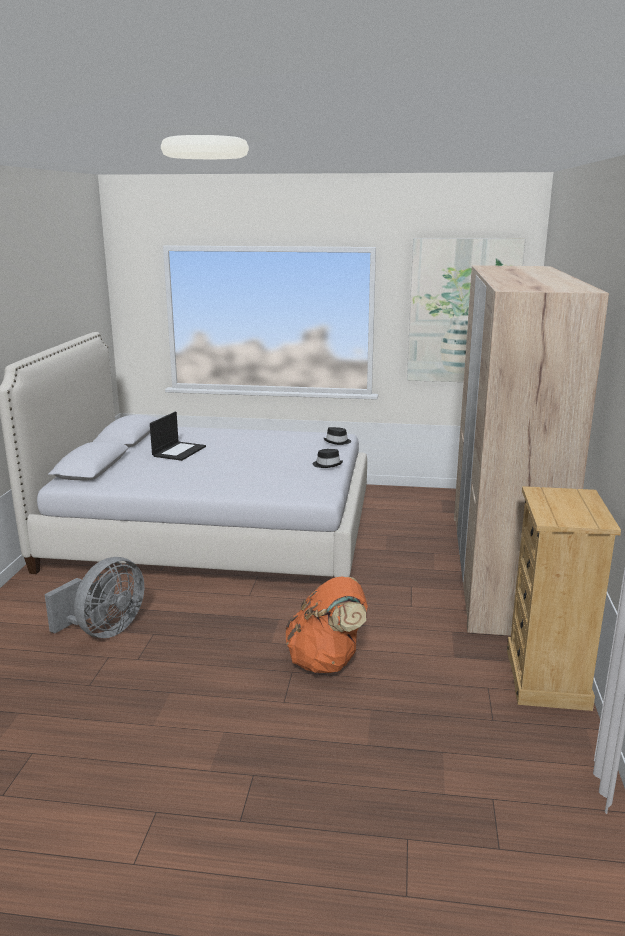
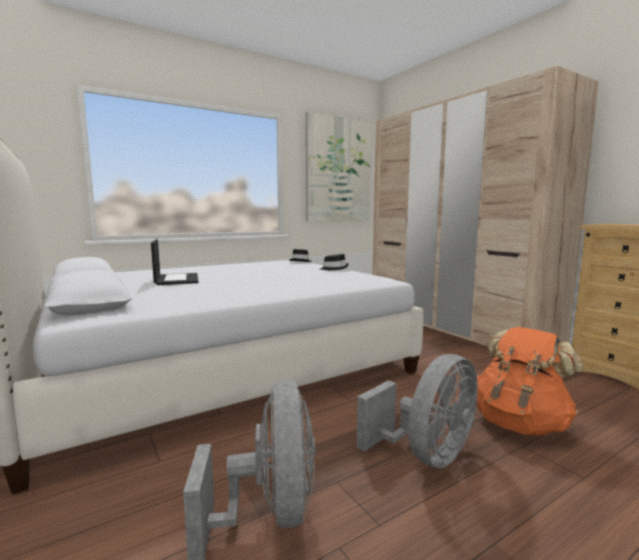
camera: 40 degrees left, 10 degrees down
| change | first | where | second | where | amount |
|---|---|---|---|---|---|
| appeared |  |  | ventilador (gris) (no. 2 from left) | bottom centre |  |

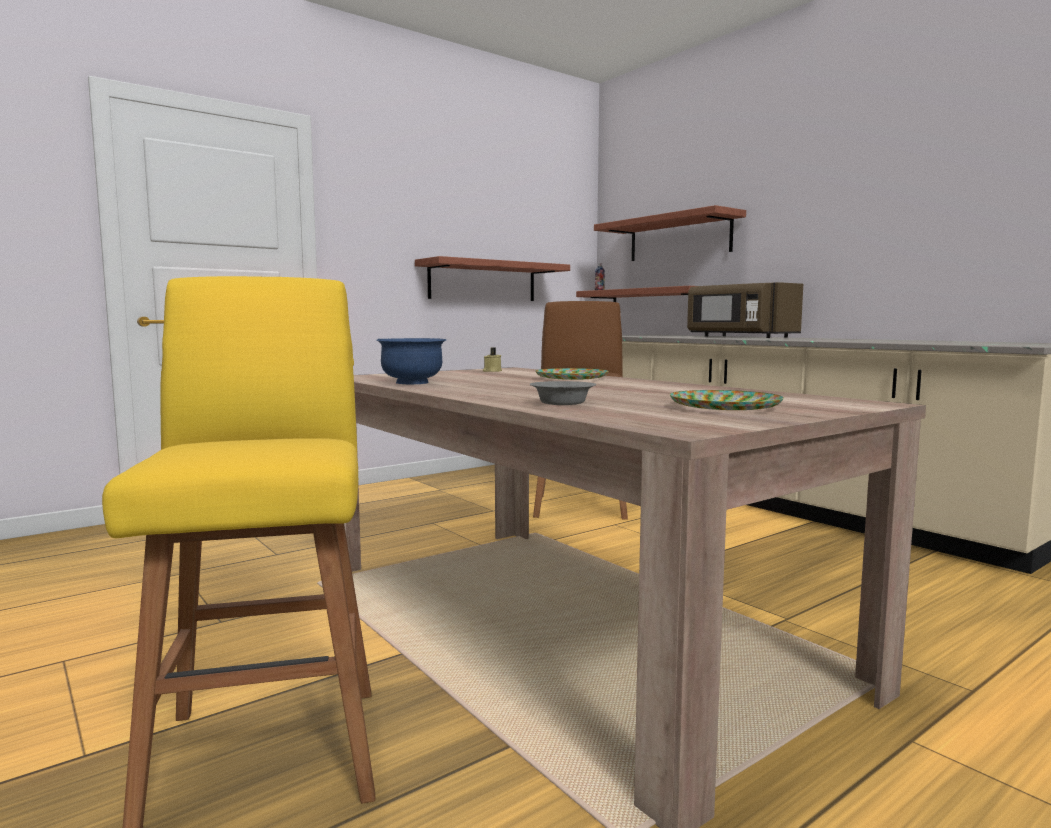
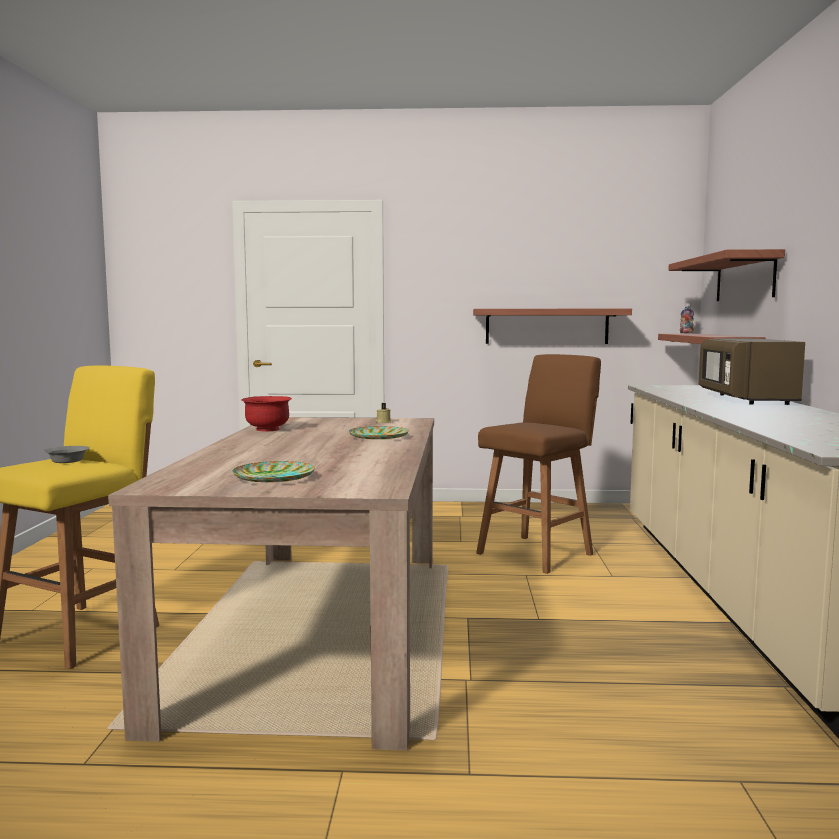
camera: 40 degrees right, 0 degrees up
| change | first | where | second | where | amount |
|---|---|---|---|---|---|
| relocated | cuenco (gris) | centre |  | middle left |  |
| colour | cuenco (azul) | centre | cuenco (rojo) | middle left |  |

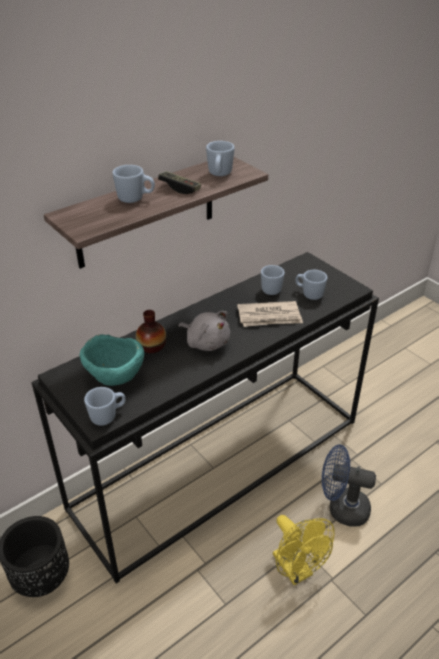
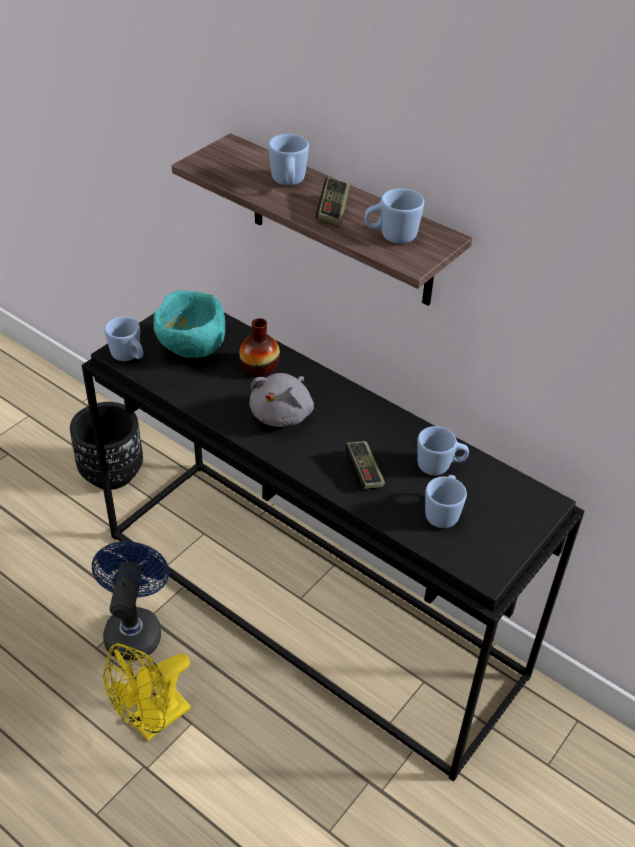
camera: 75 degrees right, 5 degrees up
| change | first | where | second | where | amount |
|---|---|---|---|---|---|
| relocated | ventilador (azul) | bottom right |  | bottom left |  |
| exchanged | periódico | centre | mando de consola (no. 2 from left) | centre |  |

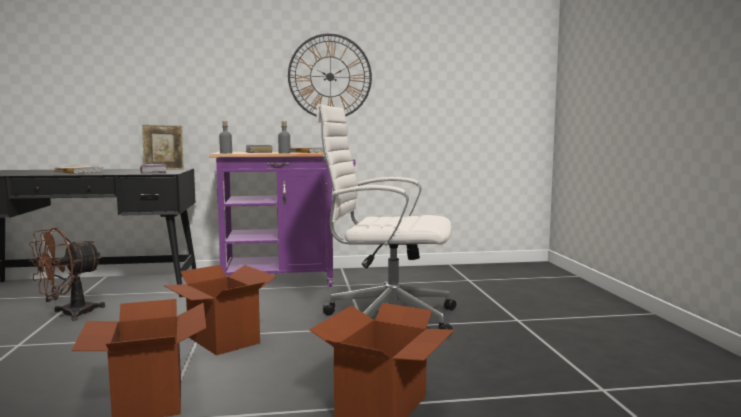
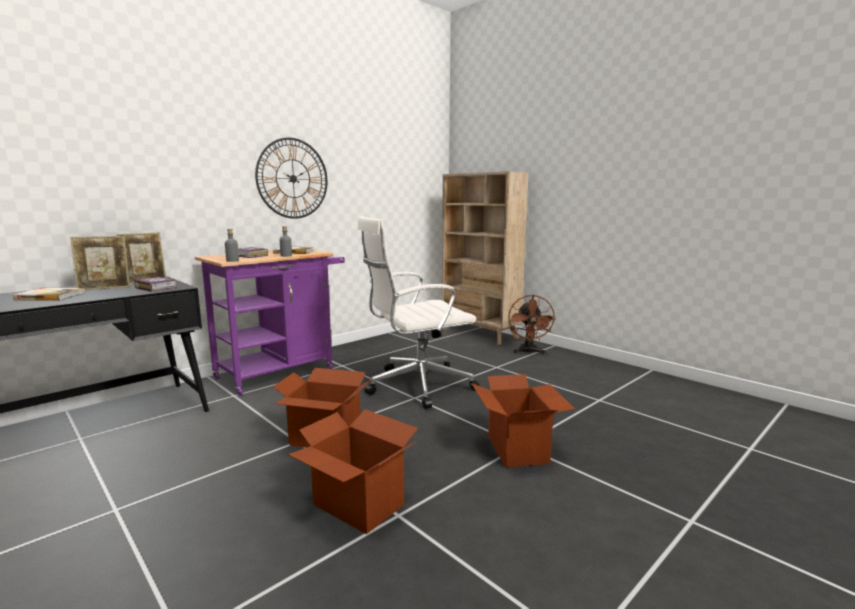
camera: 35 degrees left, 5 degrees up
| change | first | where | second | where | amount |
|---|---|---|---|---|---|
| appeared |  |  | portarretratos (no. 1 from left) | middle left |  |
| appeared |  |  | estantería (beis) | centre |  |
| relocated | ventilador (marrón) | middle left |  | centre |  |

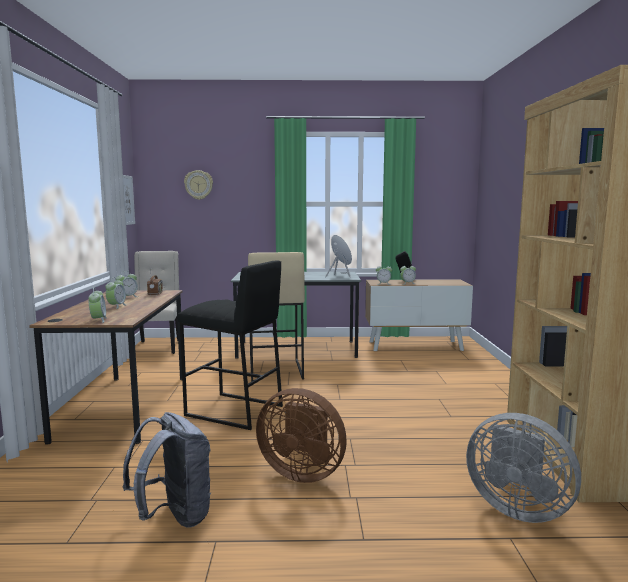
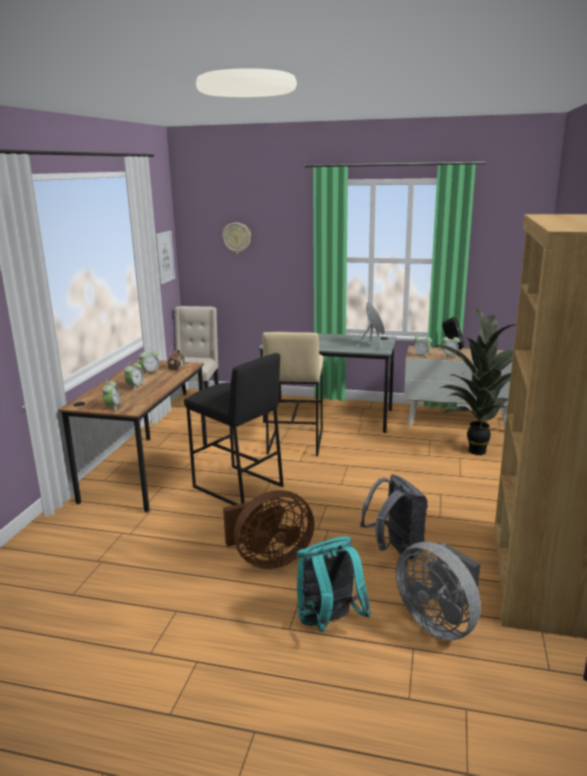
camera: 15 degrees right, 10 degrees up
| change | first | where | second | where | amount |
|---|---|---|---|---|---|
| spun | ventilador (marrón) | bottom centre |  | bottom centre | 60 degrees counterclockwise |
| appeared |  |  | mochila (turquesa) | bottom centre |  |
| relocated | mochila (gris) | bottom left |  | middle right |  |
| appeared |  |  | planta en maceta | middle right |  |

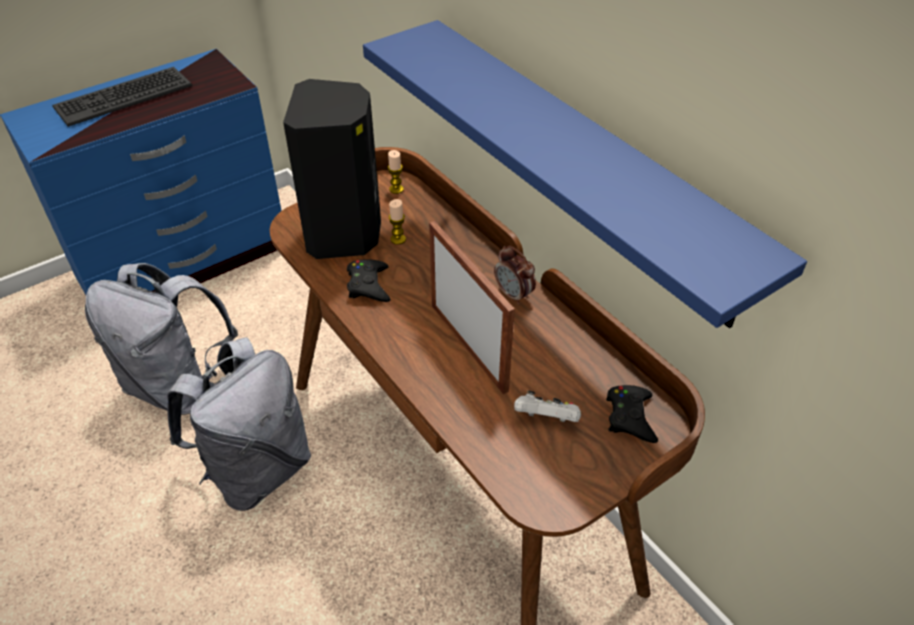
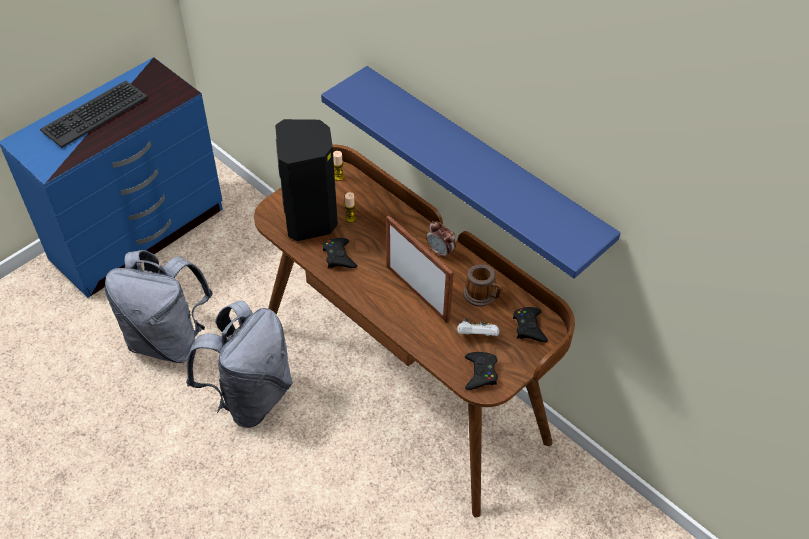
camera: 10 degrees left, 5 degrees up
| change | first | where | second | where | amount |
|---|---|---|---|---|---|
| appeared |  |  | taza grande | centre |  |
| appeared |  |  | mando de consola (negro) (no. 2 from left) | bottom centre |  |

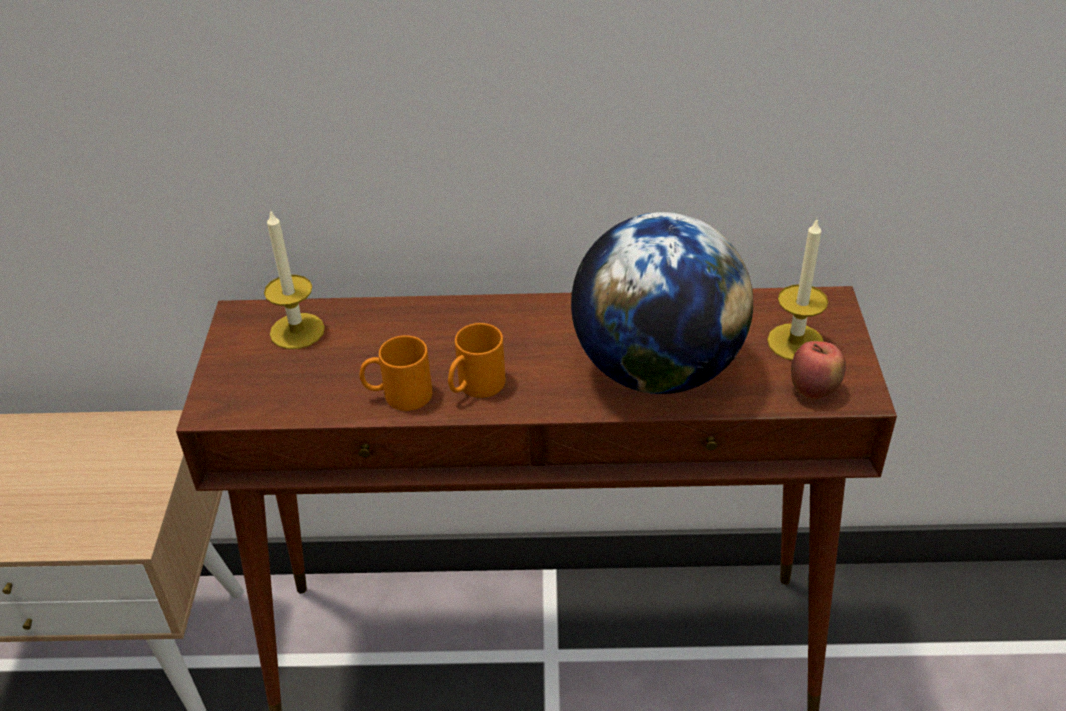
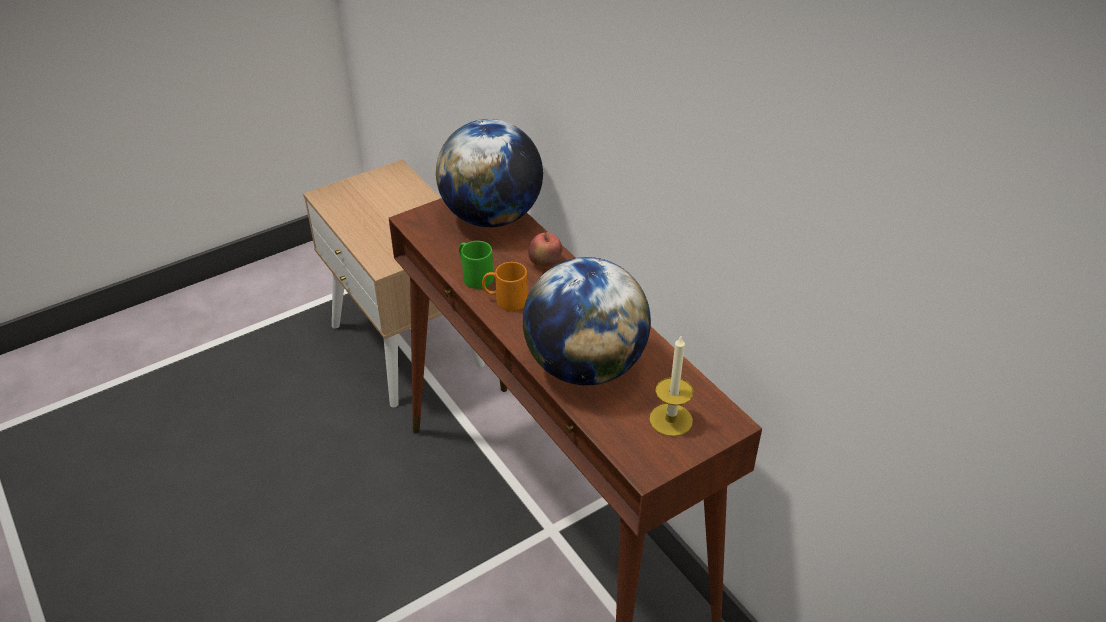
camera: 55 degrees right, 0 degrees up
| change | first | where | second | where | amount |
|---|---|---|---|---|---|
| exchanged | vela (no. 1 from left) | middle left | globo terráqueo (no. 1 from left) | top centre |  |
| colour | taza grande (naranja) (no. 1 from left) | centre | taza grande (verde) | centre |  |
| relocated | manzana | middle right |  | centre |  |

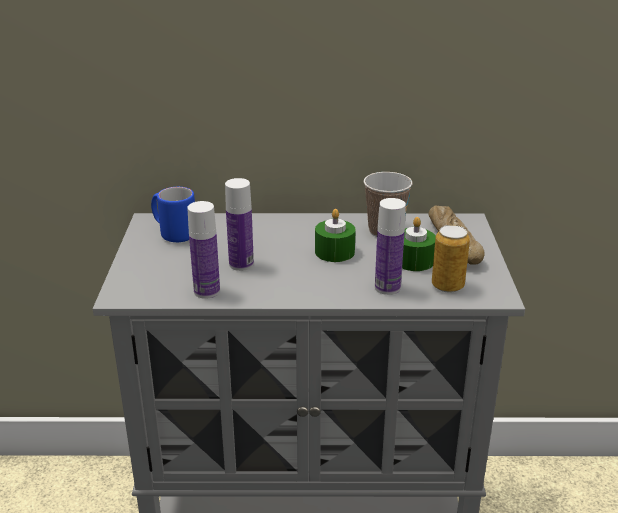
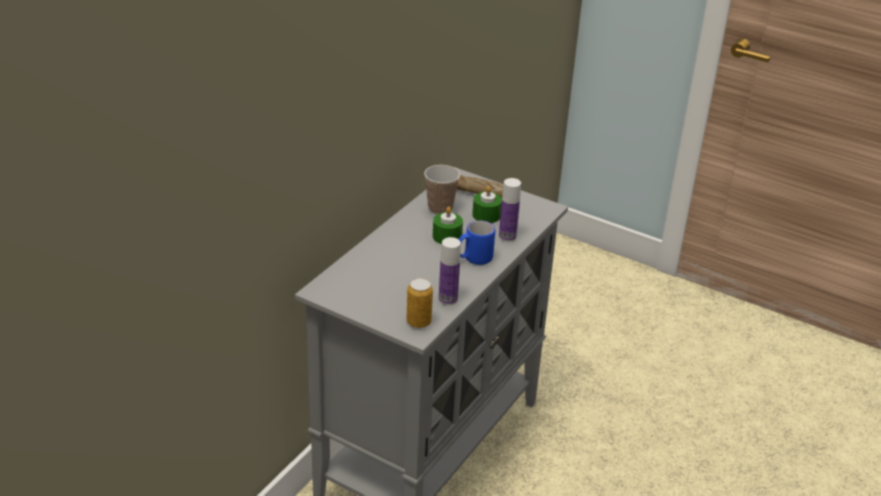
camera: 60 degrees left, 5 degrees up
| change | first | where | second | where | amount |
|---|---|---|---|---|---|
| relocated | lata | middle right |  | centre |  |
| relocated | taza grande (azul) | middle left |  | centre |  |
| missing | botella (no. 2 from left) | centre |  |  |  |

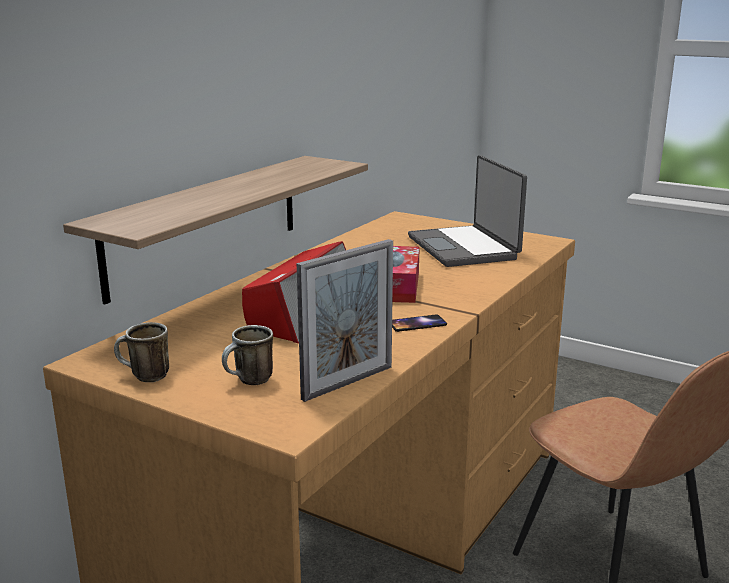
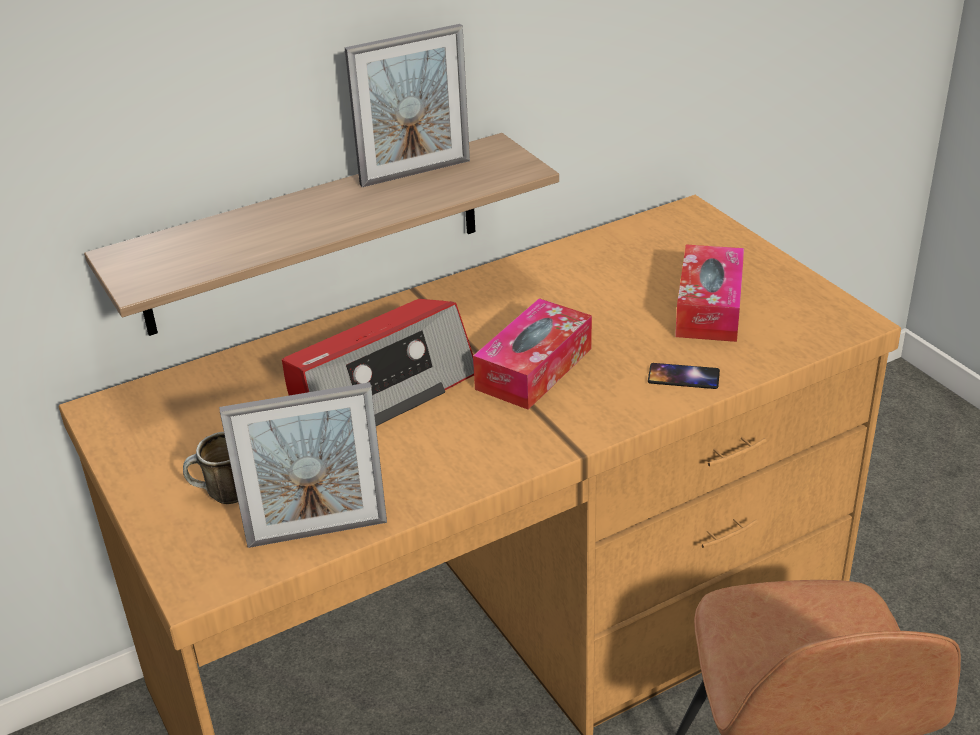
camera: 30 degrees right, 15 degrees up
| change | first | where | second | where | amount |
|---|---|---|---|---|---|
| appeared |  |  | portarretratos (no. 2 from left) | top centre |  |
| relocated | móvil | centre |  | middle right |  |
| exchanged | portátil | centre | caja de pañuelos (no. 2 from left) | middle right |  |
| missing | taza grande (no. 1 from left) | middle left |  |  |  |

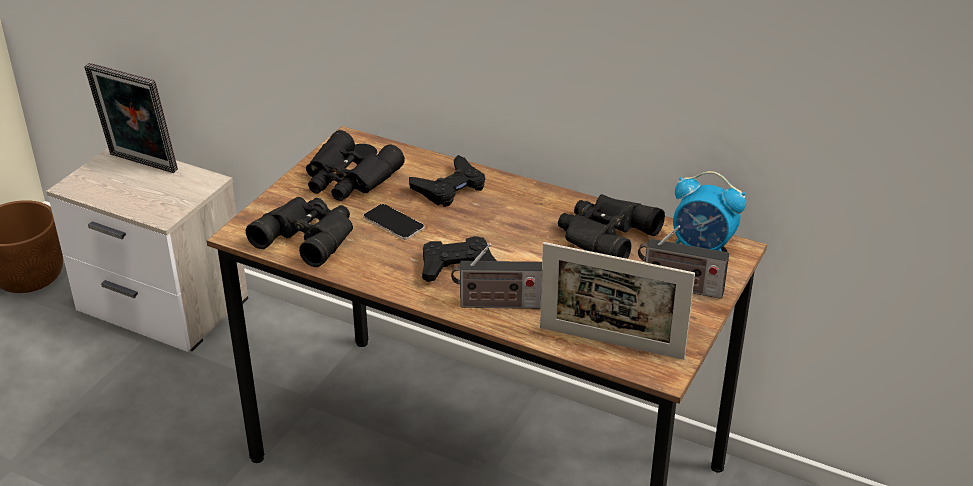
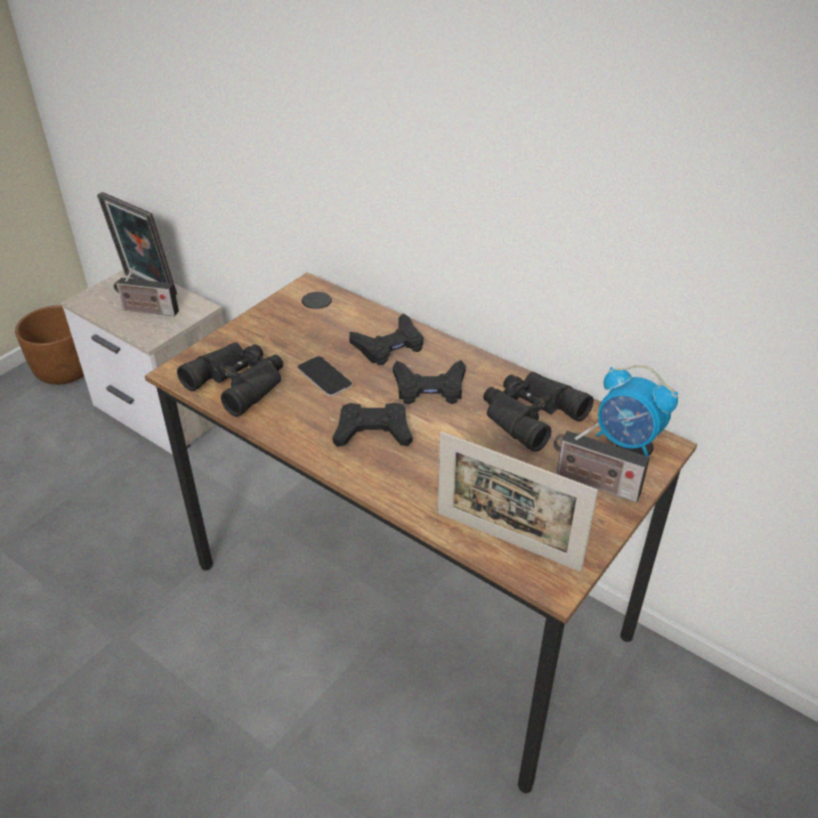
camera: 10 degrees right, 5 degrees up
| change | first | where | second | where | amount |
|---|---|---|---|---|---|
| relocated | radio (no. 1 from left) | centre |  | middle left |  |
| appeared |  |  | mando de consola (negro) (no. 3 from left) | centre |  |
| missing | prismáticos (negro) (no. 2 from left) | centre |  |  |  |

